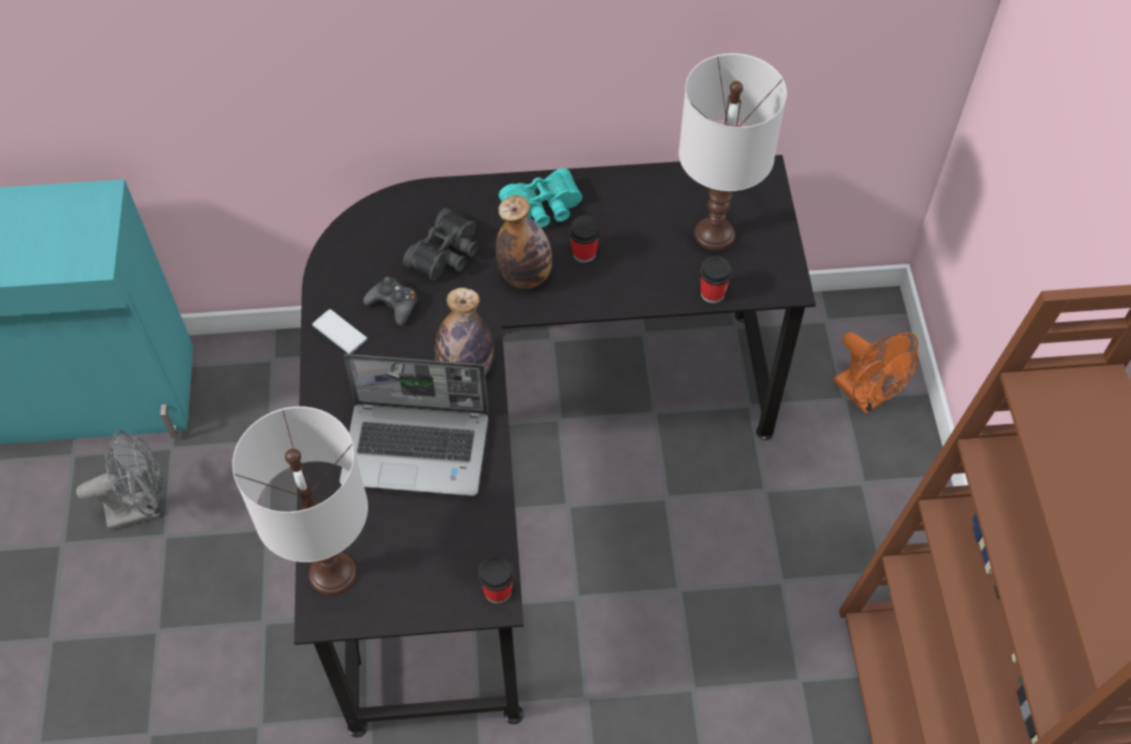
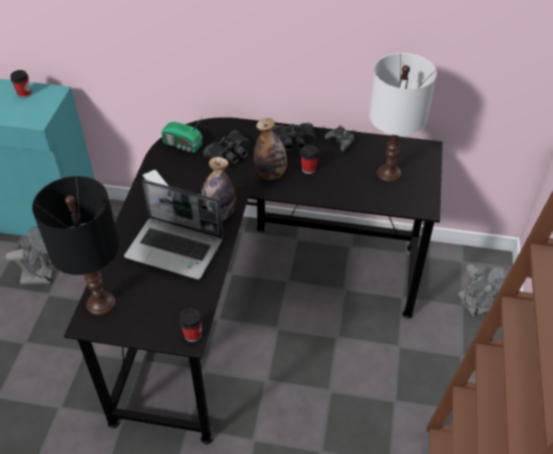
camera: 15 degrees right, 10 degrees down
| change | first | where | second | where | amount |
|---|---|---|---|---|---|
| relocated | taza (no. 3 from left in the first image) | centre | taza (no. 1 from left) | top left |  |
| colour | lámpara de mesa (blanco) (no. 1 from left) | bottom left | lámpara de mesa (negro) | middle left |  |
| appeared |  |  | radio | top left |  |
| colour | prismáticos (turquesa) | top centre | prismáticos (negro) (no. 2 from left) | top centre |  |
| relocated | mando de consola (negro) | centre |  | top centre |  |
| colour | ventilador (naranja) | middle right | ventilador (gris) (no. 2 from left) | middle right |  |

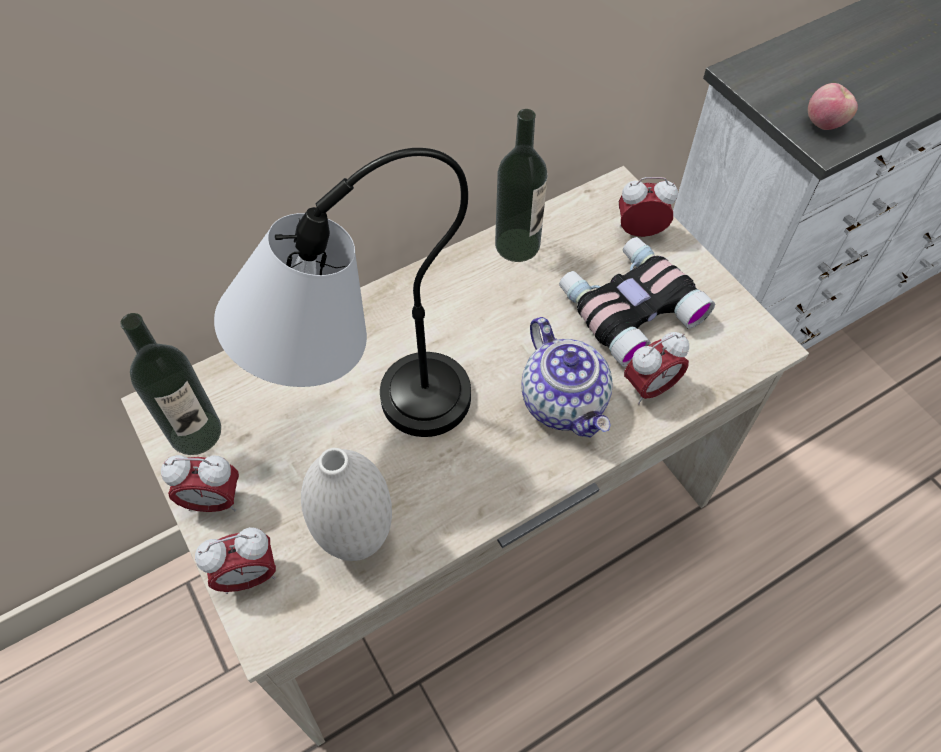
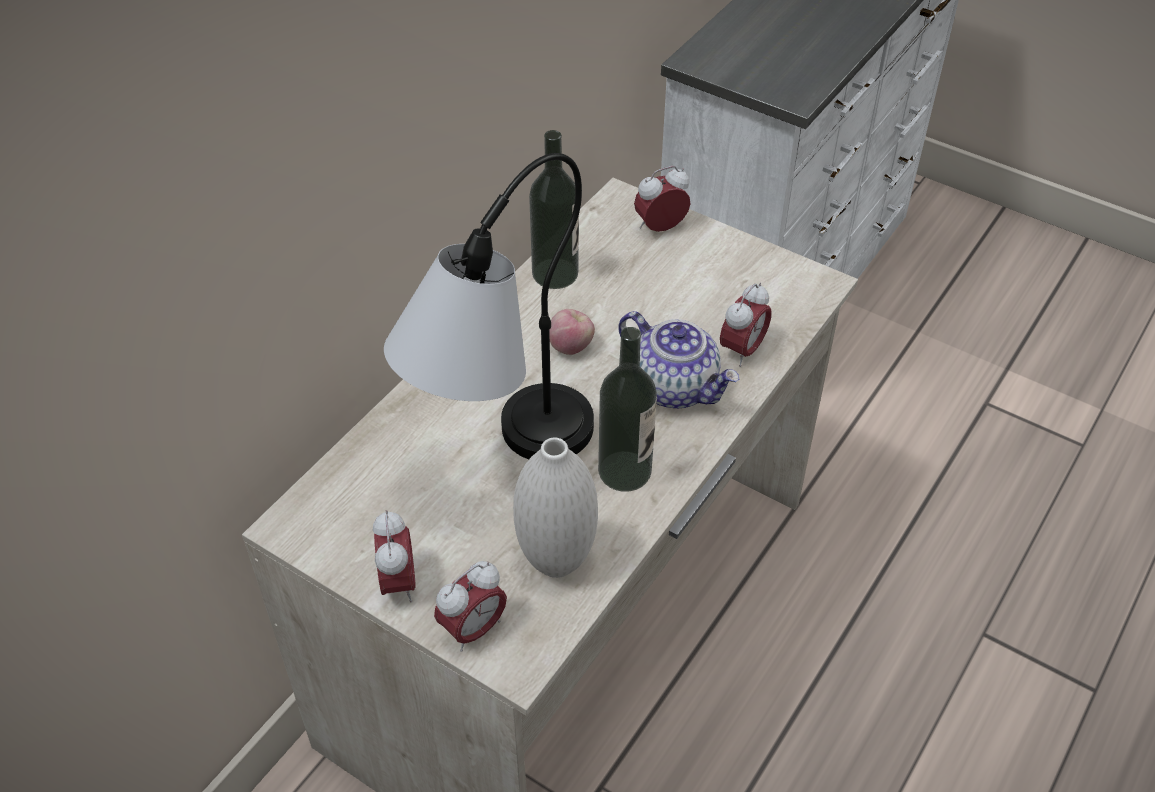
camera: 25 degrees left, 10 degrees down
| change | first | where | second | where | amount |
|---|---|---|---|---|---|
| spun | despertador (no. 1 from left) | middle left |  | bottom centre | 75 degrees counterclockwise |
| relocated | manzana | top right |  | centre |  |
| relocated | botella (no. 1 from left in the first image) | middle left | botella (no. 2 from left) | centre |  |
| missing | prismáticos | middle right |  |  |  |

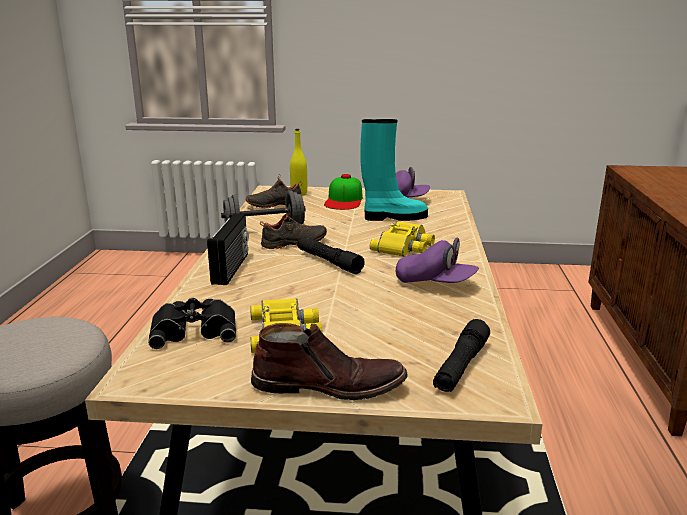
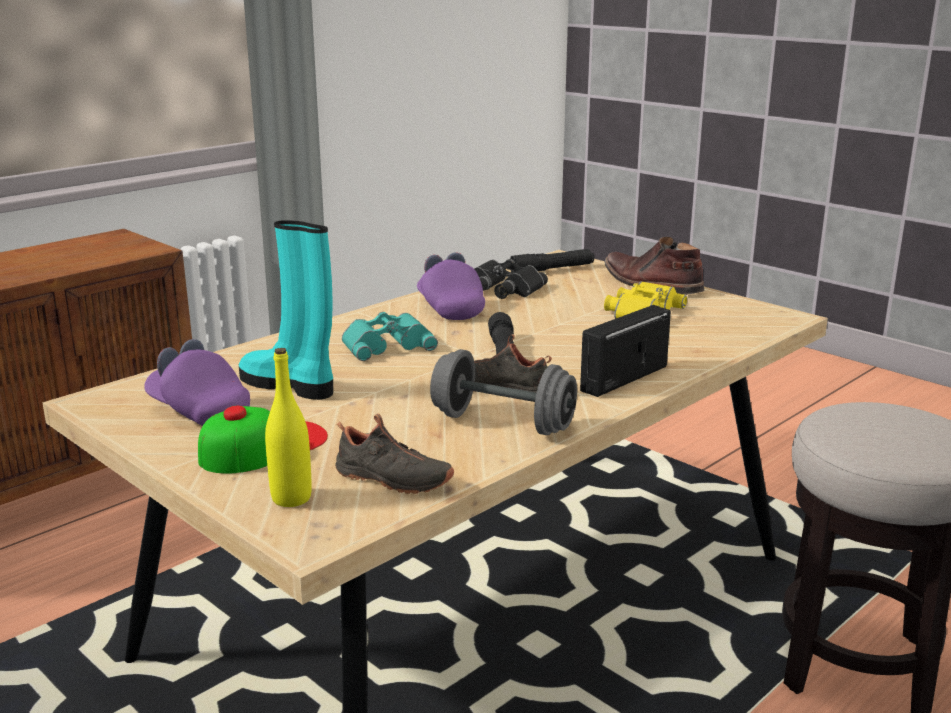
camera: 140 degrees left, 0 degrees up
| change | first | where | second | where | amount |
|---|---|---|---|---|---|
| colour | prismáticos (amarillo) (no. 2 from left) | centre | prismáticos (turquesa) | centre |  |
| relocated | prismáticos (negro) | middle left |  | centre |  |

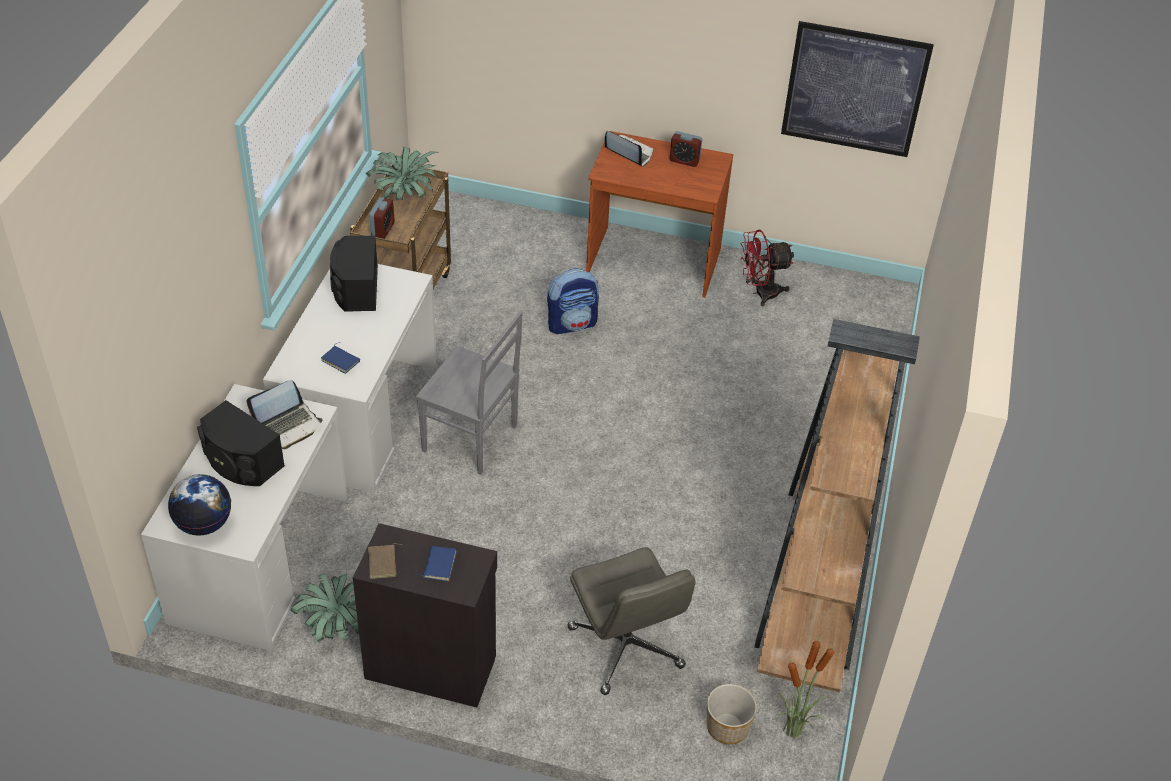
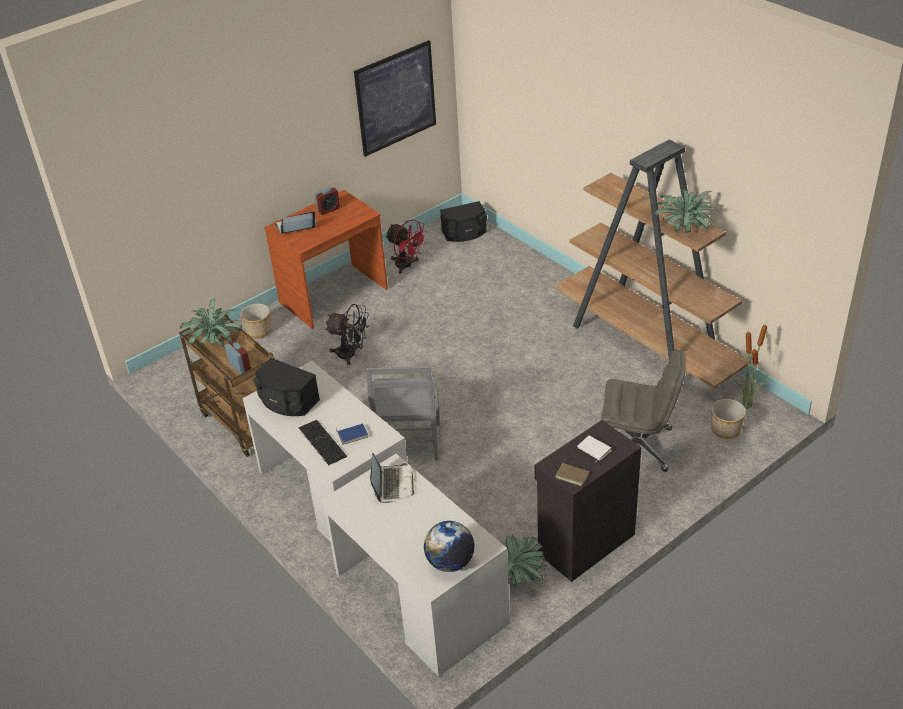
camera: 50 degrees left, 5 degrees down
| change | first | where | second | where | amount |
|---|---|---|---|---|---|
| appeared |  |  | maceta (no. 1 from left) | middle left |  |
| appeared |  |  | teclado | centre |  |
| exchanged | mochila | centre | ventilador (negro) | centre |  |
| spun | silla (gris) | centre |  | centre | 120 degrees clockwise |
| spun | ventilador (rojo) | centre |  | centre | 75 degrees counterclockwise |
| relocated | altavoz (negro) (no. 1 from left in the first image) | middle left | altavoz (negro) (no. 2 from left) | top centre |  |
| colour | libro (azul) (no. 2 from left) | bottom centre | libro (blanco) | centre |  |
| appeared |  |  | planta en maceta (no. 3 from left) | top right |  |

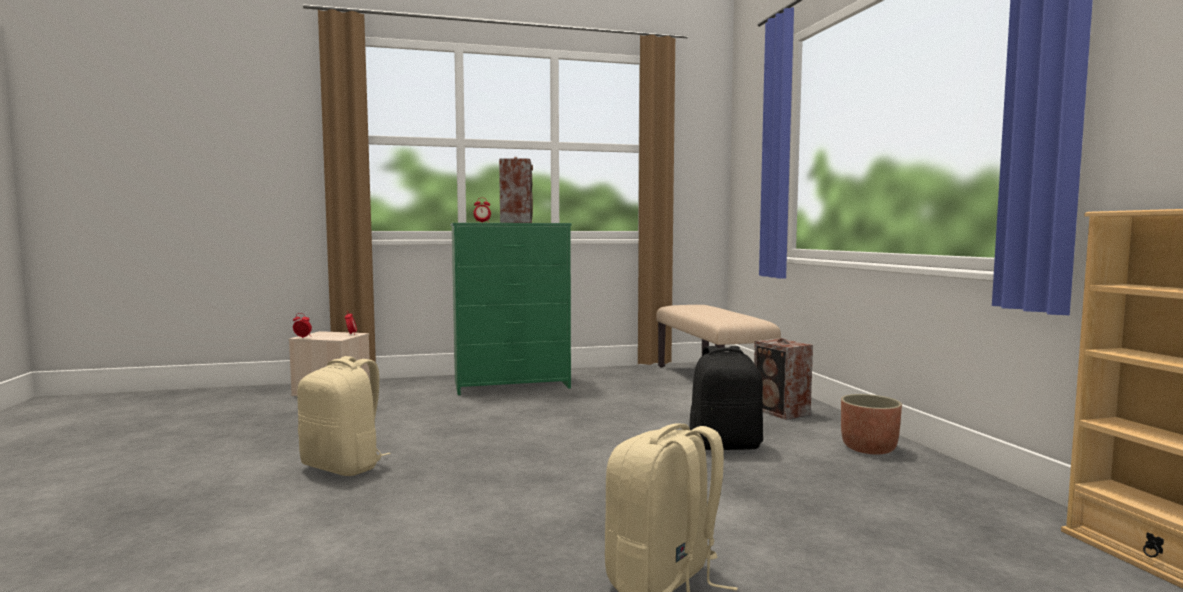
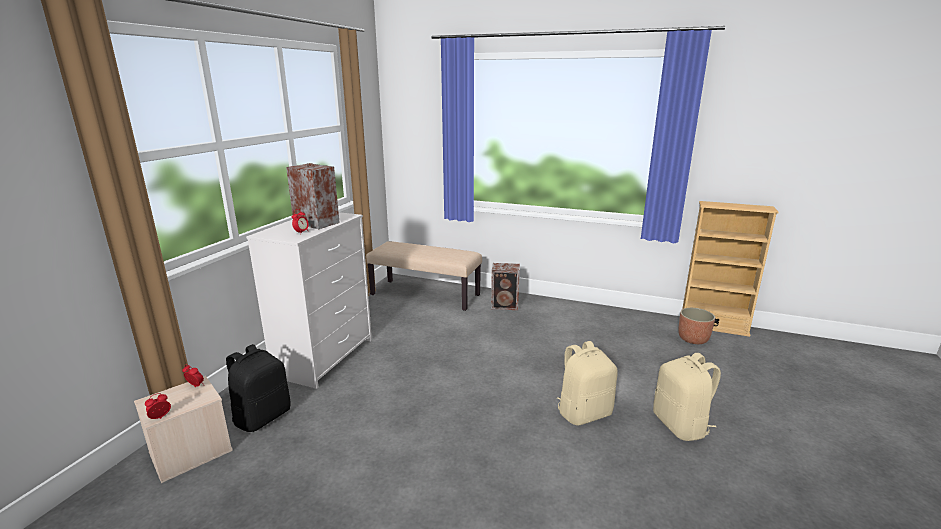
camera: 55 degrees left, 15 degrees up
| change | first | where | second | where | amount |
|---|---|---|---|---|---|
| relocated | mochila (negro) | bottom centre |  | bottom left |  |
| colour | cómoda (verde) | centre | cómoda (blanco) | middle left |  |
| relocated | mochila (beis) (no. 1 from left) | bottom left |  | bottom centre |  |
| relocated | maceta | bottom right |  | middle right |  |

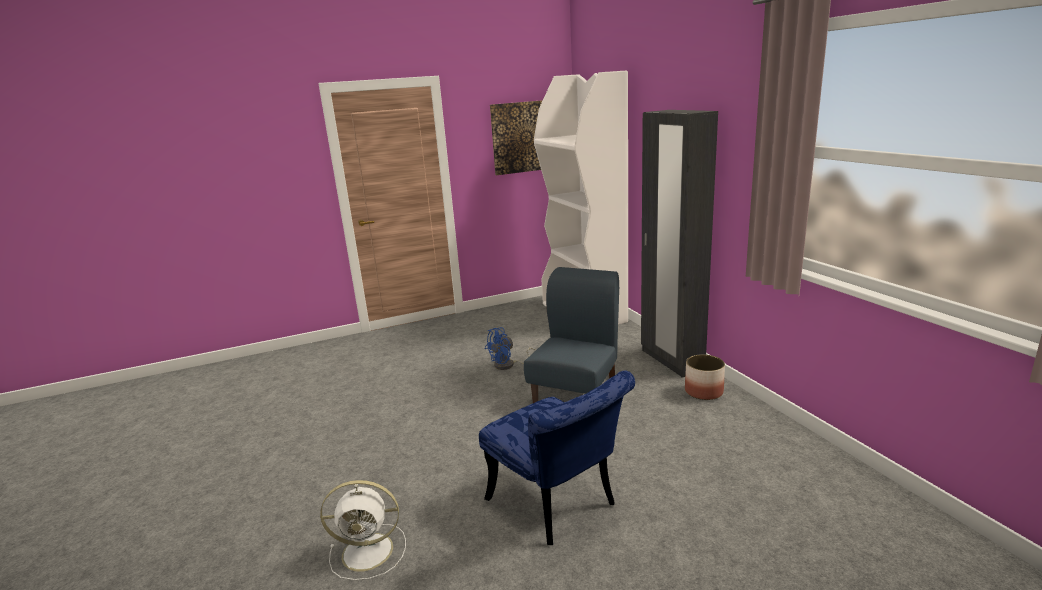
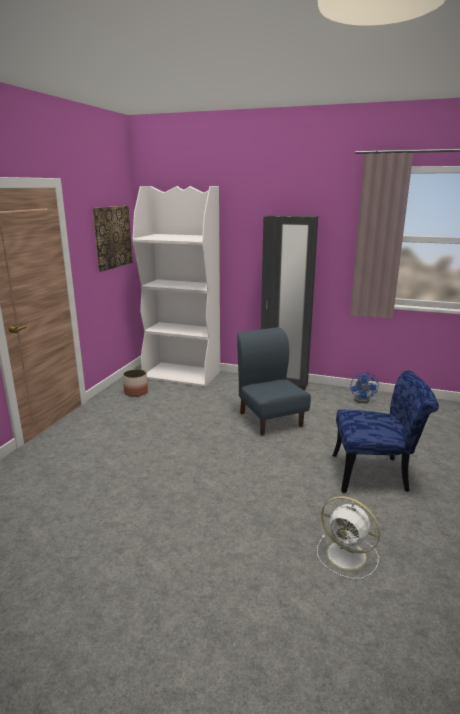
camera: 50 degrees left, 0 degrees up
| change | first | where | second | where | amount |
|---|---|---|---|---|---|
| relocated | maceta | middle right |  | middle left |  |
| spun | ventilador (blanco) | bottom centre |  | bottom right | 90 degrees clockwise |
| relocated | ventilador (azul) | centre |  | middle right |  |

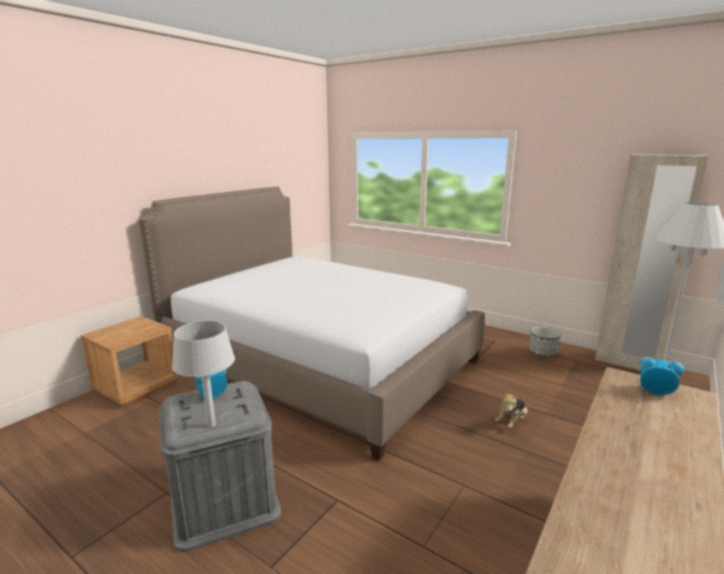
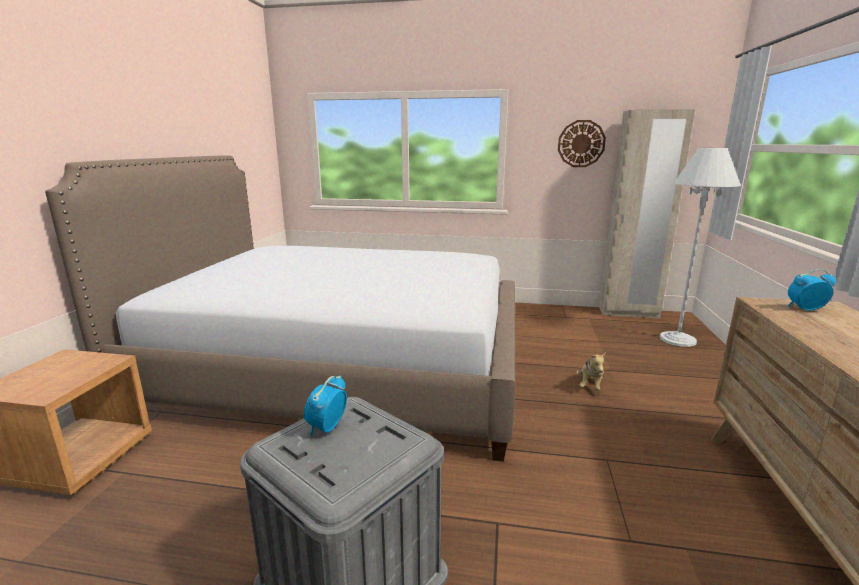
camera: 25 degrees left, 0 degrees up
| change | first | where | second | where | amount |
|---|---|---|---|---|---|
| appeared |  |  | reloj de pared | top right |  |
| missing | lámpara de mesa (gris) | middle left |  |  |  |
| missing | maceta | middle right |  |  |  |

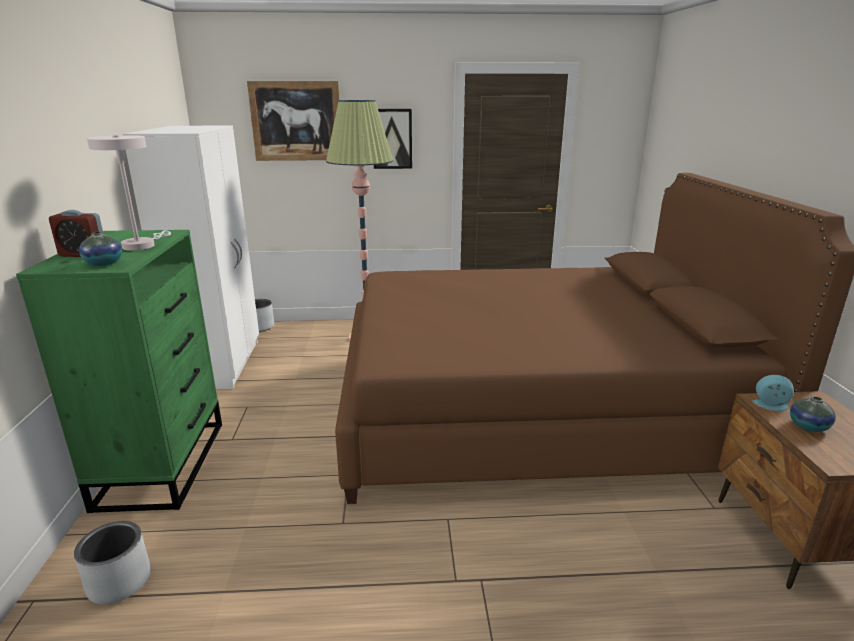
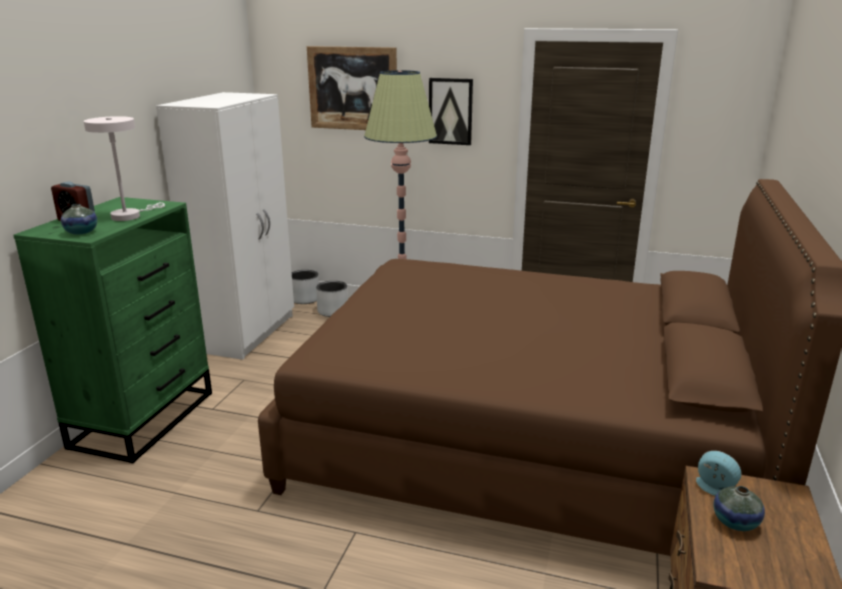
camera: 20 degrees right, 0 degrees up
| change | first | where | second | where | amount |
|---|---|---|---|---|---|
| relocated | maceta (gris) (no. 1 from left in the first image) | bottom left | maceta (gris) (no. 2 from left) | centre |  |

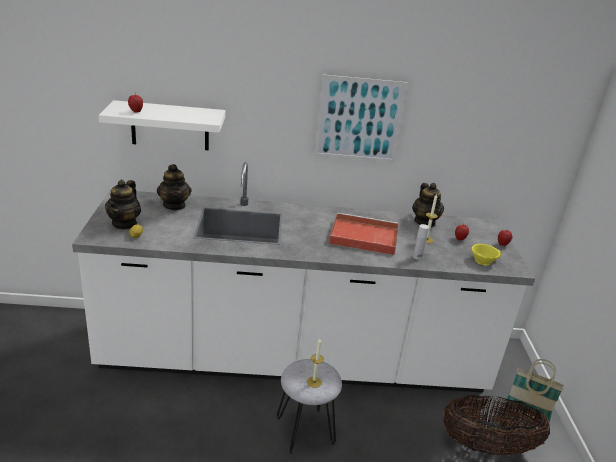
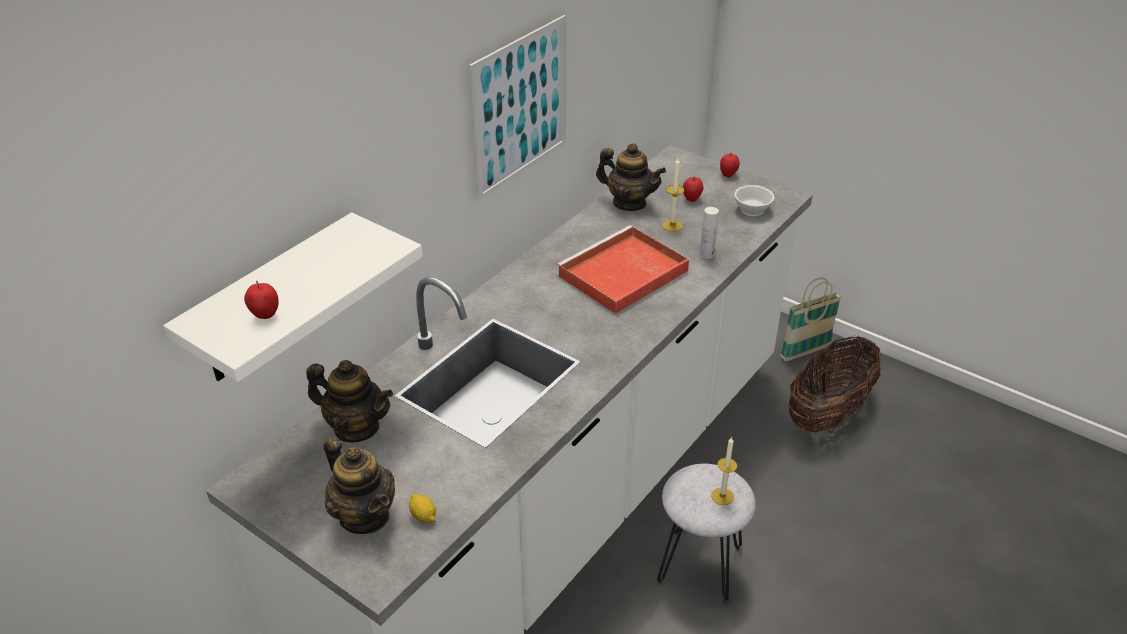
camera: 50 degrees left, 10 degrees up
| change | first | where | second | where | amount |
|---|---|---|---|---|---|
| colour | taza (amarillo) | middle right | taza (blanco) | top right |  |

